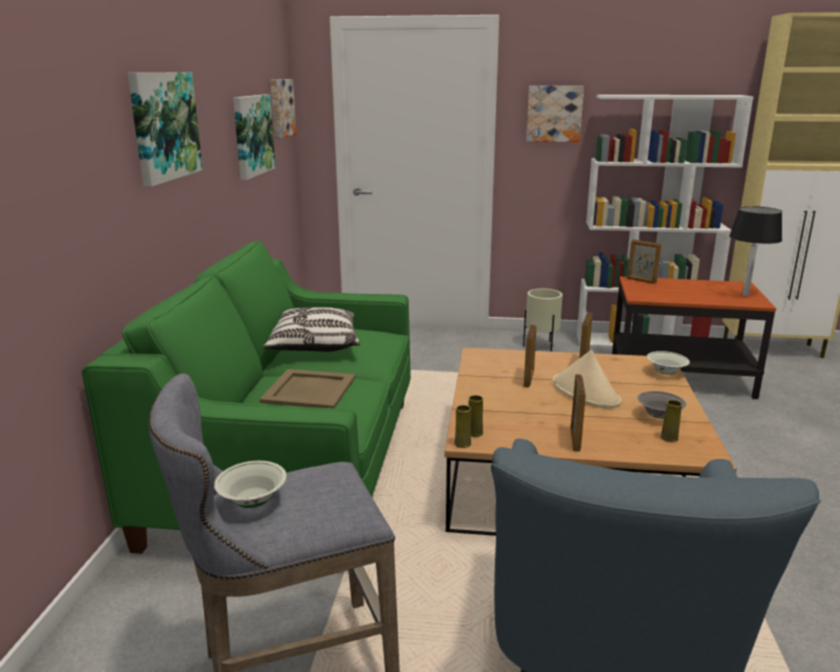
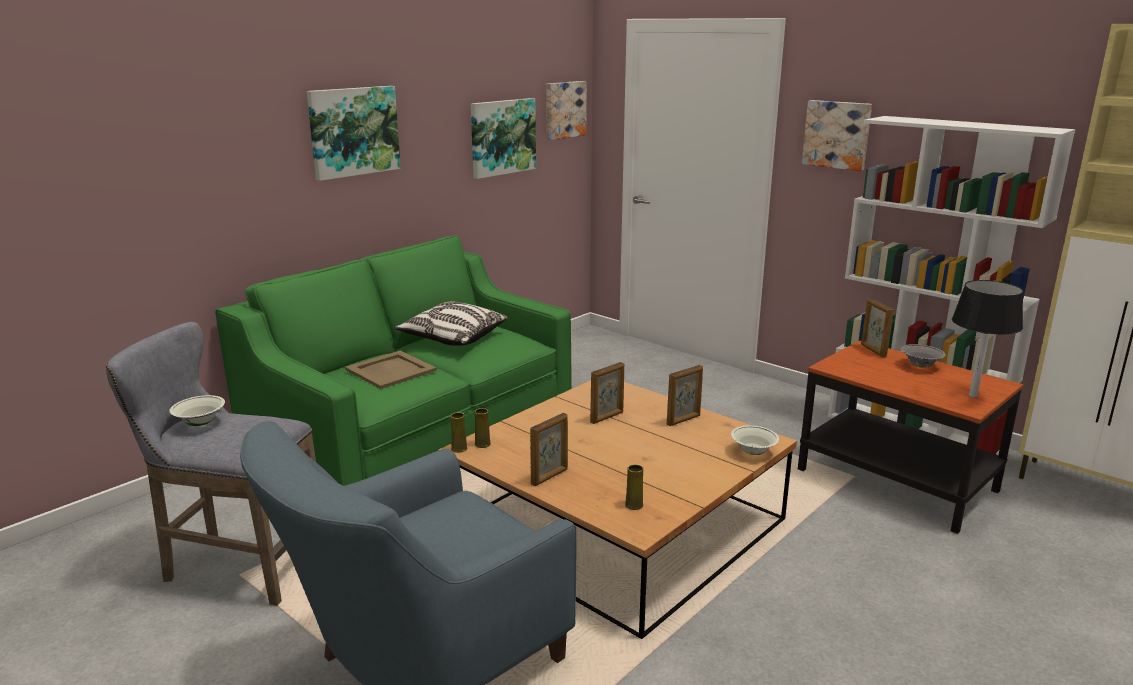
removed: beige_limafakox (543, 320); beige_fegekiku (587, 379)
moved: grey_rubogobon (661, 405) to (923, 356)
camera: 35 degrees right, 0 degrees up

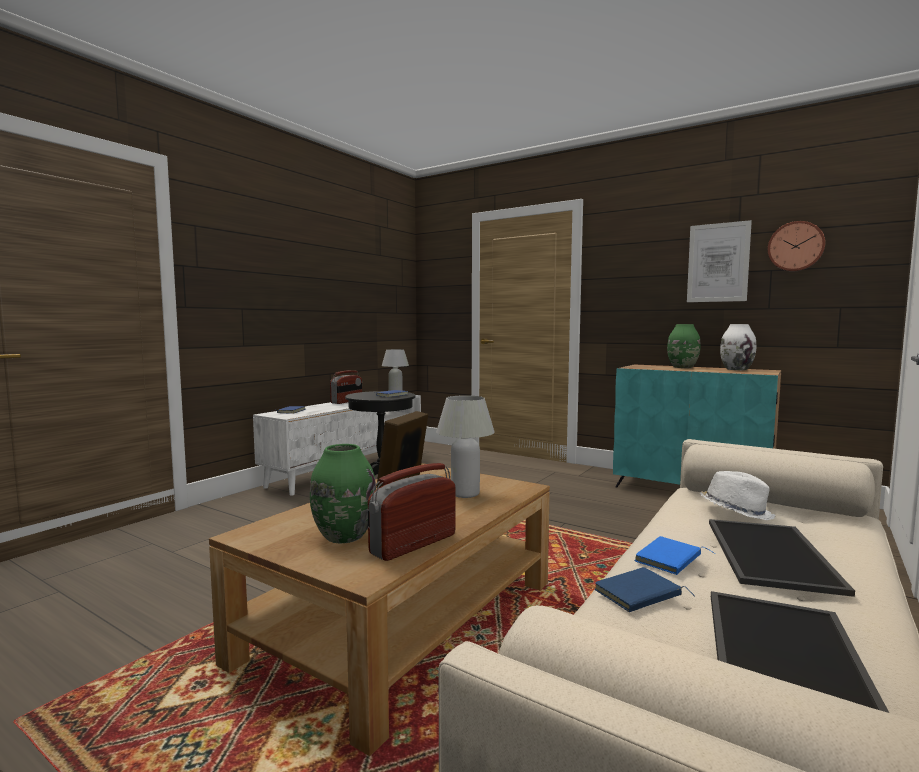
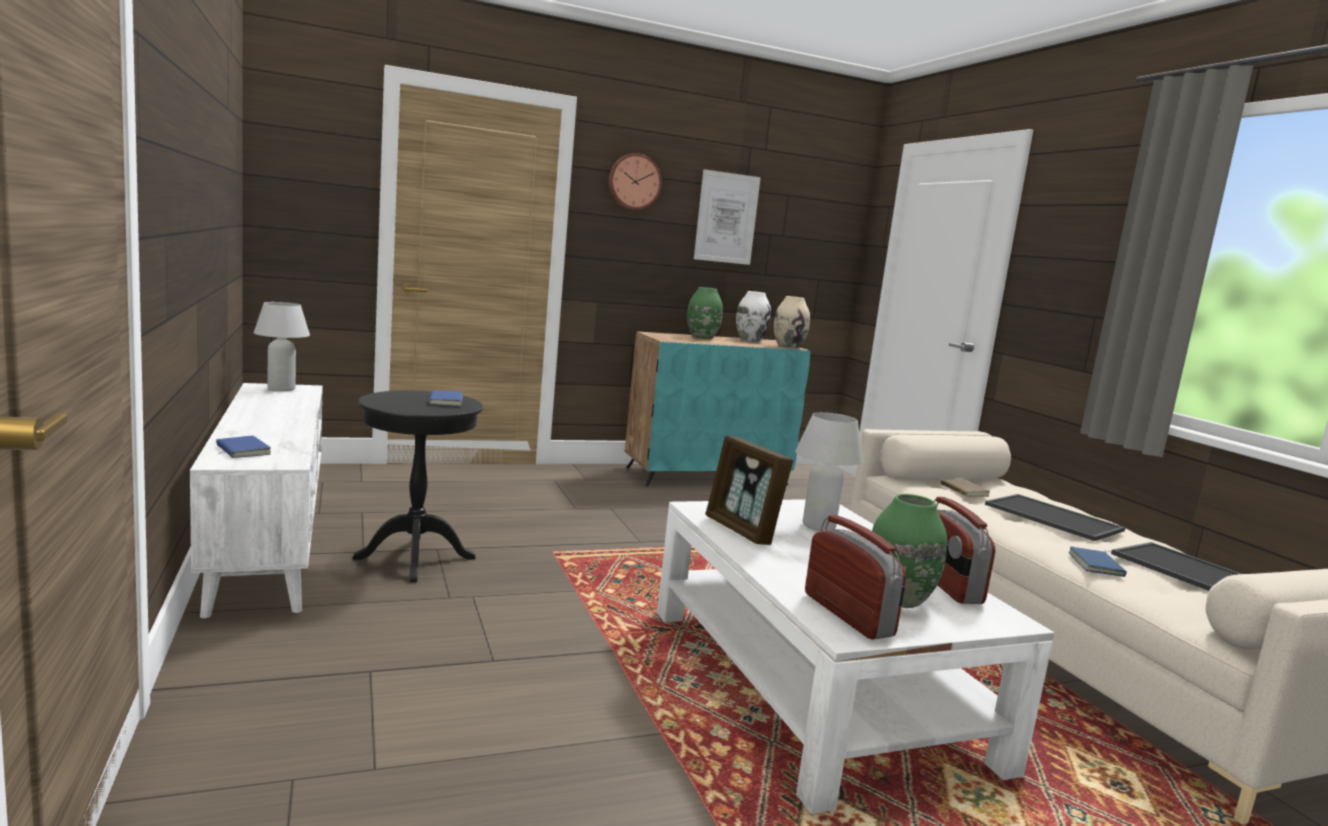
removed: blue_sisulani (674, 555)
added: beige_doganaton (792, 322)
moved: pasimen (796, 246) to (635, 181); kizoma (346, 387) to (855, 577)
replaced: white_fegekiku (738, 495) to brown_sisulani (965, 488)
recoloured: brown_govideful (379, 609) to white_govideful (856, 656)
camera: 55 degrees left, 5 degrees up

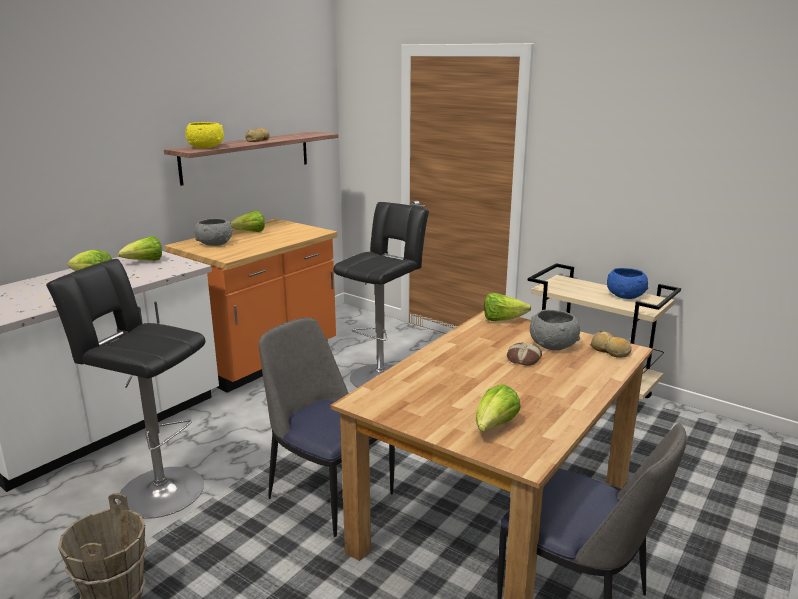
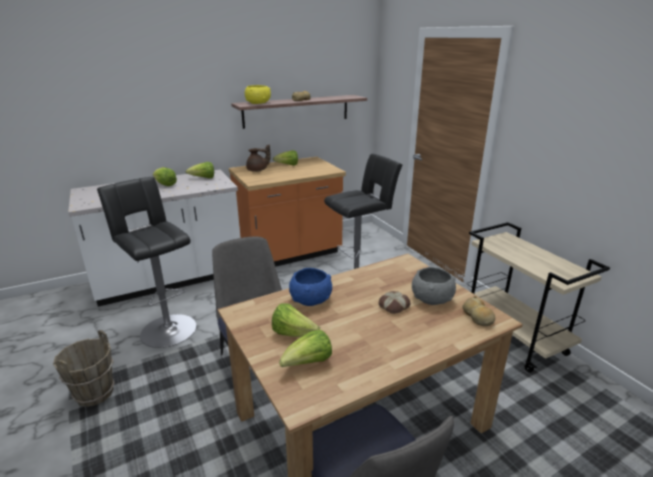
moved: blue_rubogobon (627, 283) to (310, 287); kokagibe (507, 307) to (296, 320)
replaced: grey_rubogobon (213, 232) to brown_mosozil (258, 158)
camera: 25 degrees right, 5 degrees up

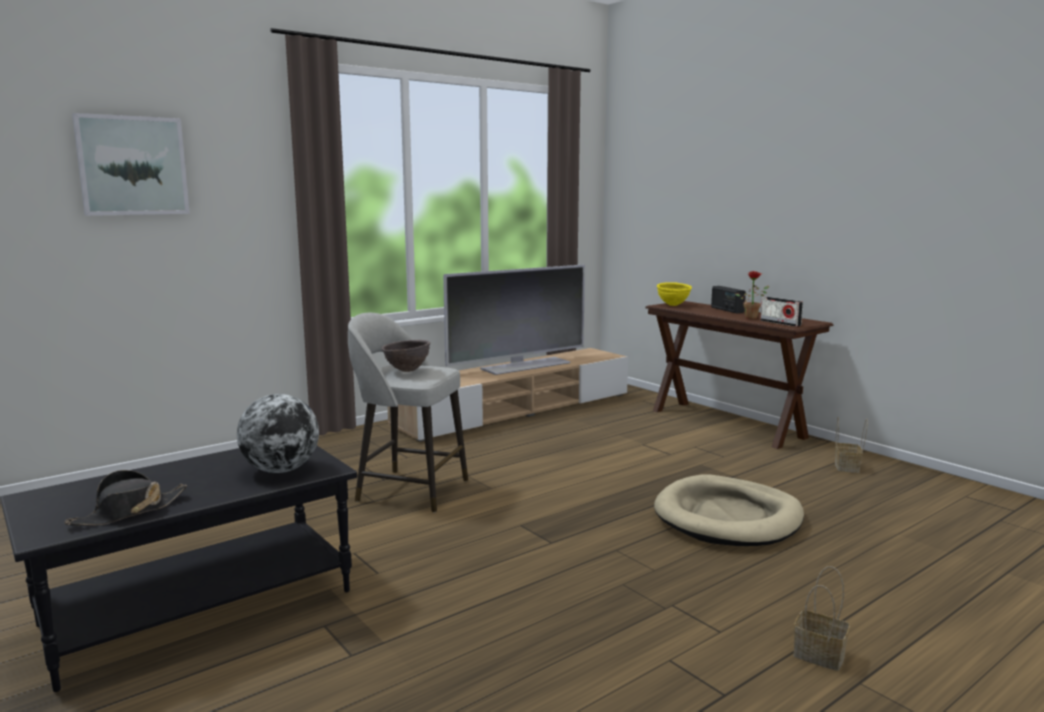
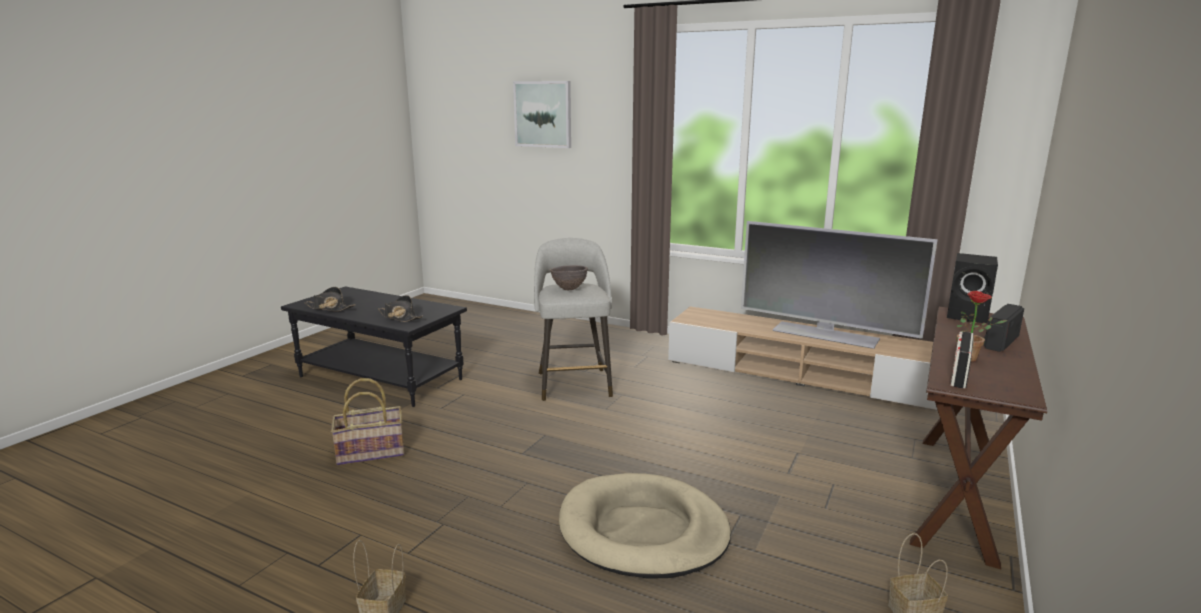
added: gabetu (367, 421)
replaced: yellow_rubogobon (674, 294) to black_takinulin (972, 288); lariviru (278, 433) to black_fegekiku (400, 308)
camera: 65 degrees right, 5 degrees up

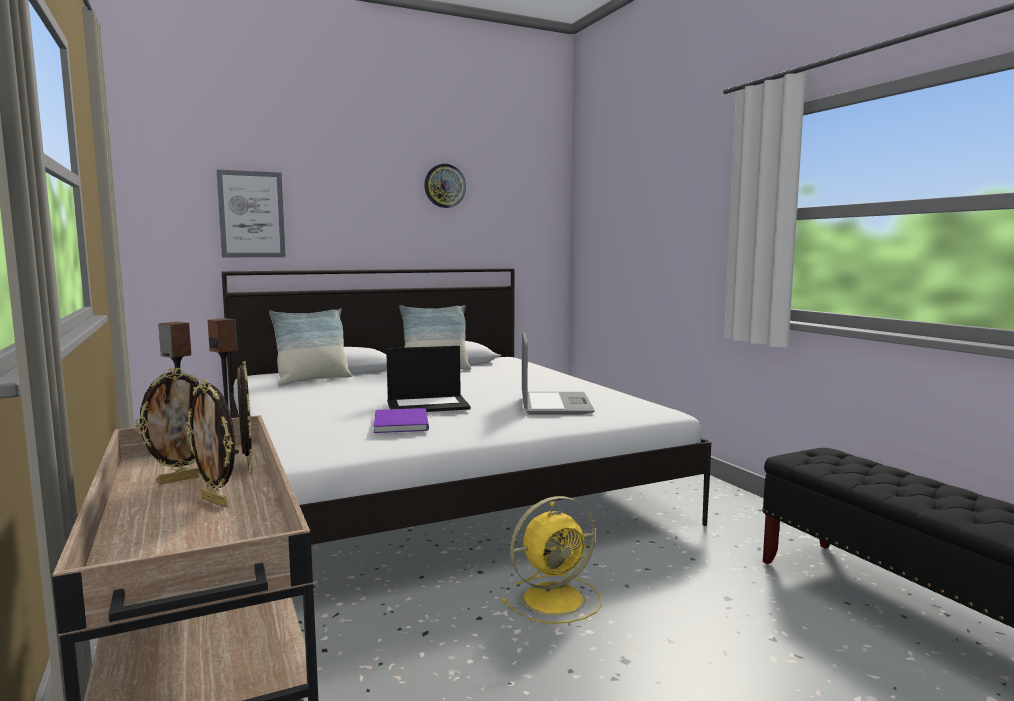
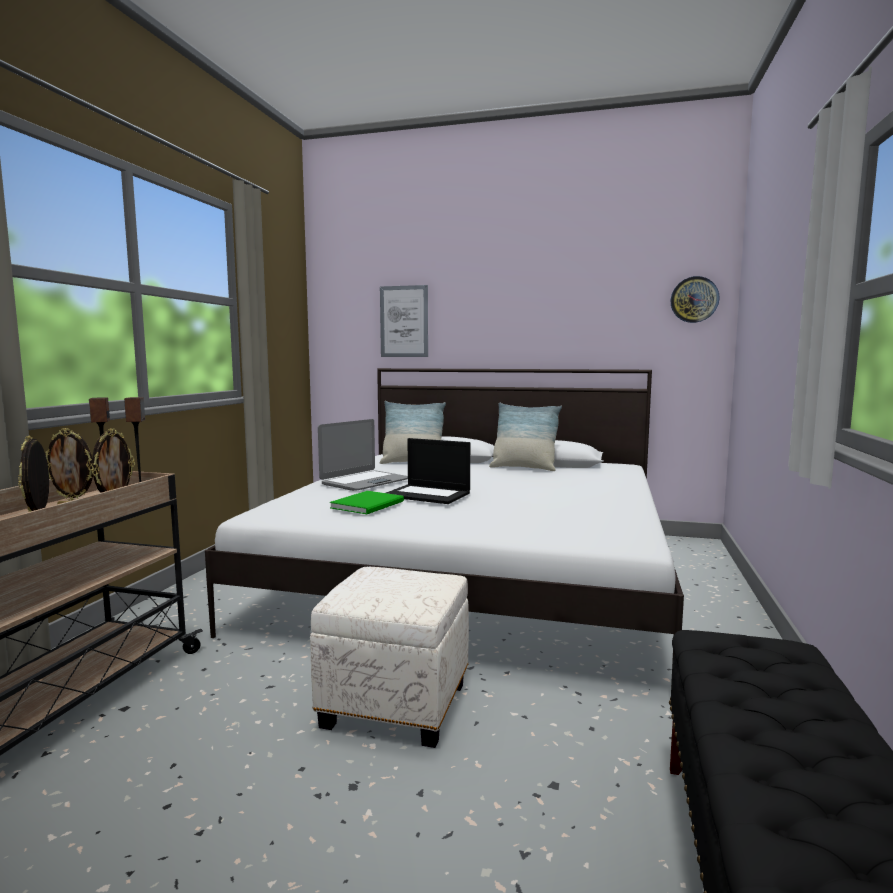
moved: pasimen (445, 186) to (695, 299); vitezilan (558, 373) to (363, 455)
replaced: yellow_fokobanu (552, 560) to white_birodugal (389, 657)
recoloured: purple_sisulani (401, 420) to green_sisulani (367, 502)
camera: 40 degrees right, 0 degrees up

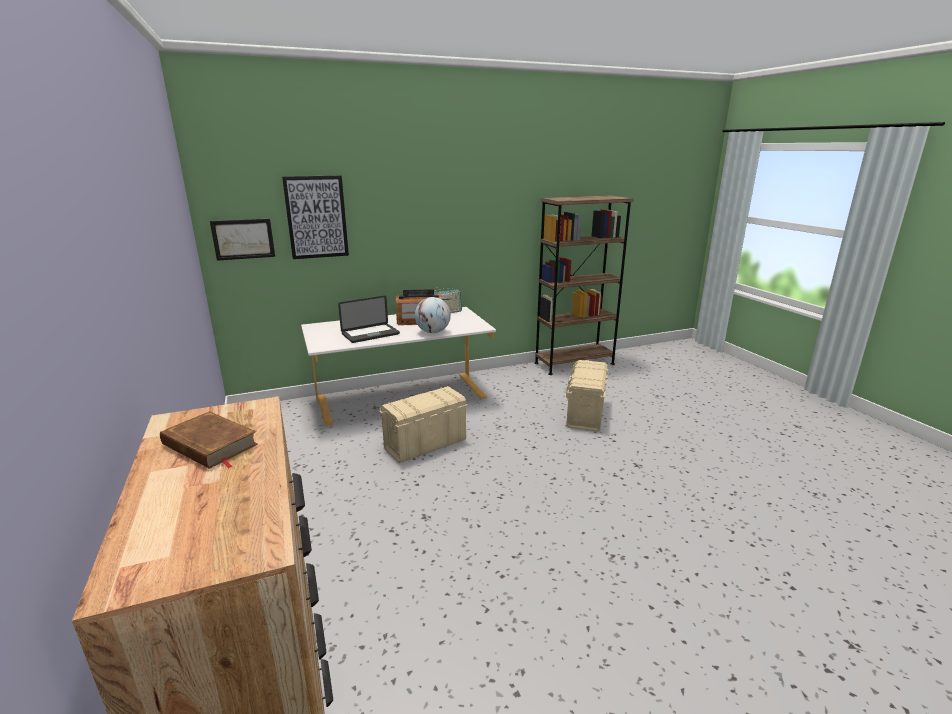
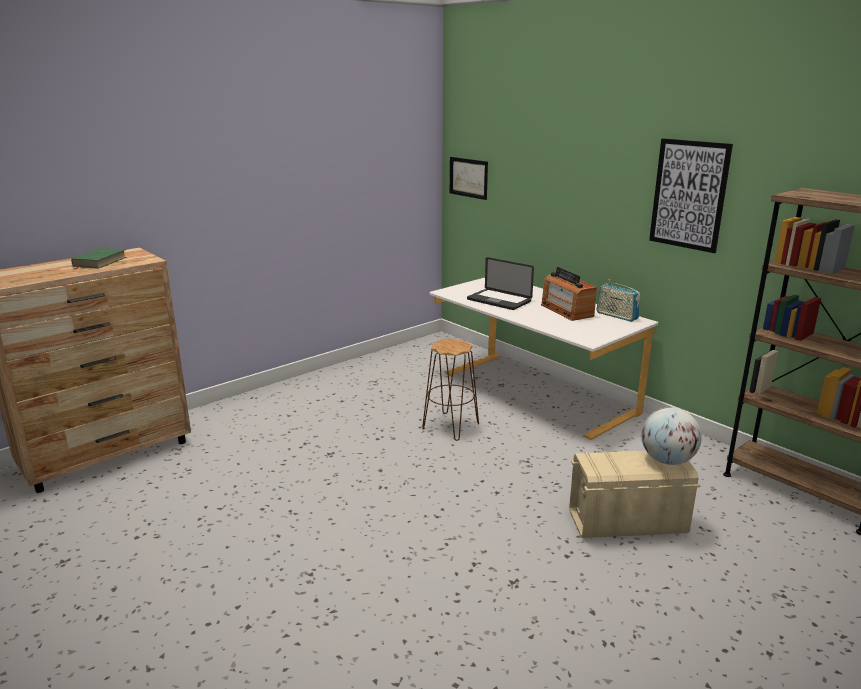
moved: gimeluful (315, 217) to (691, 195); lariviru (433, 315) to (671, 436)
replaced: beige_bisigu (423, 424) to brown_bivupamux (450, 390)
recoloured: brown_sisulani (209, 440) to green_sisulani (99, 258)
camera: 70 degrees right, 0 degrees up

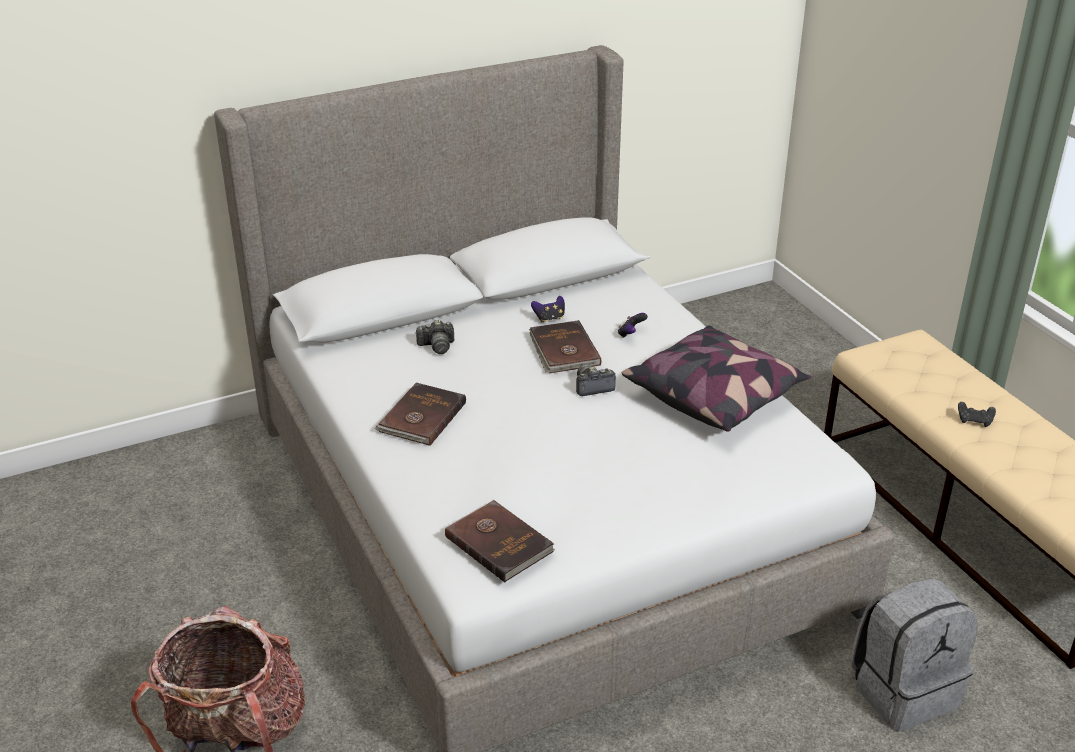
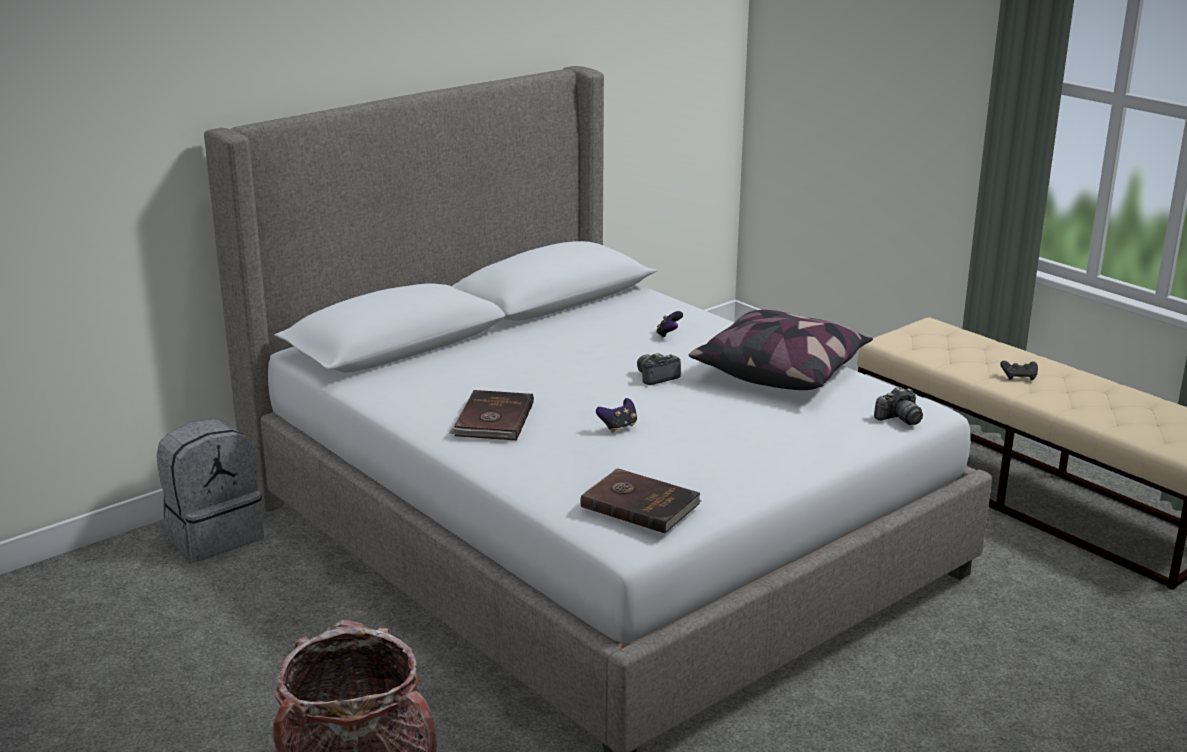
removed: brown_sisulani (565, 346)
moved: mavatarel (548, 309) to (616, 415); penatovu (434, 337) to (898, 406); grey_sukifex (914, 655) to (210, 490)
camera: 15 degrees left, 10 degrees down

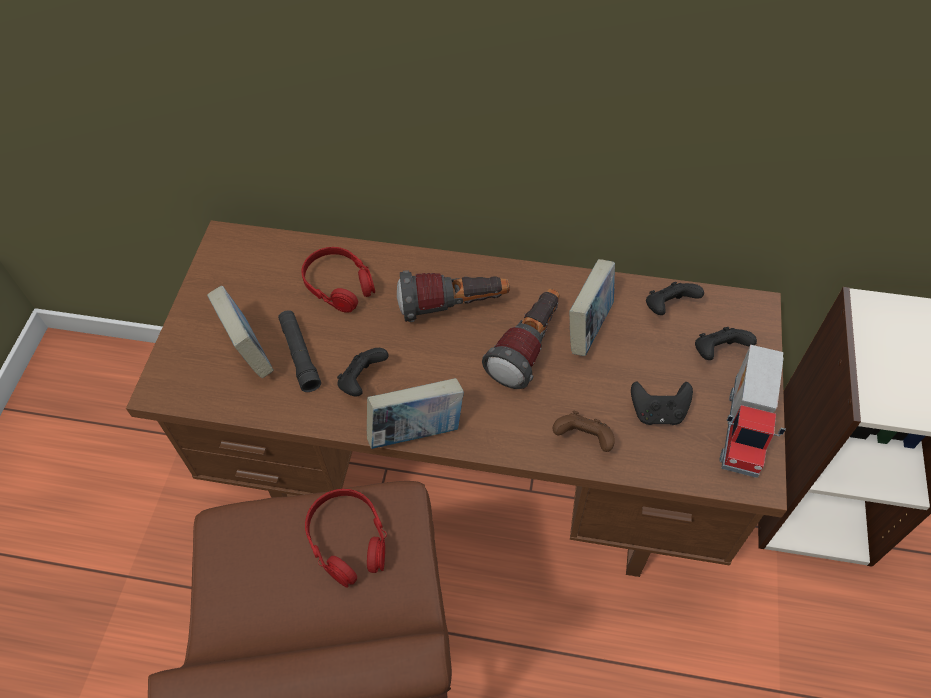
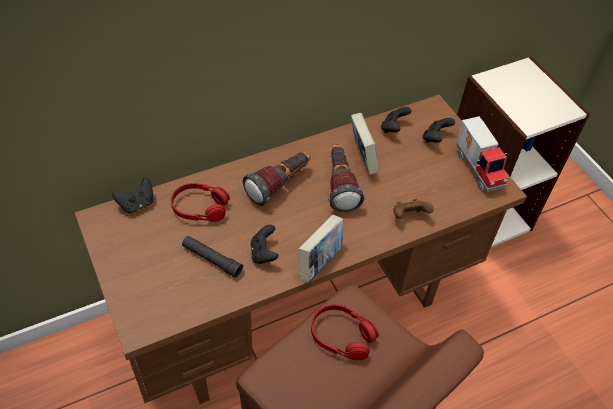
removed: sisulani (240, 332)
moved: black_mavatarel (662, 403) to (132, 195)
camera: 40 degrees left, 5 degrees down

